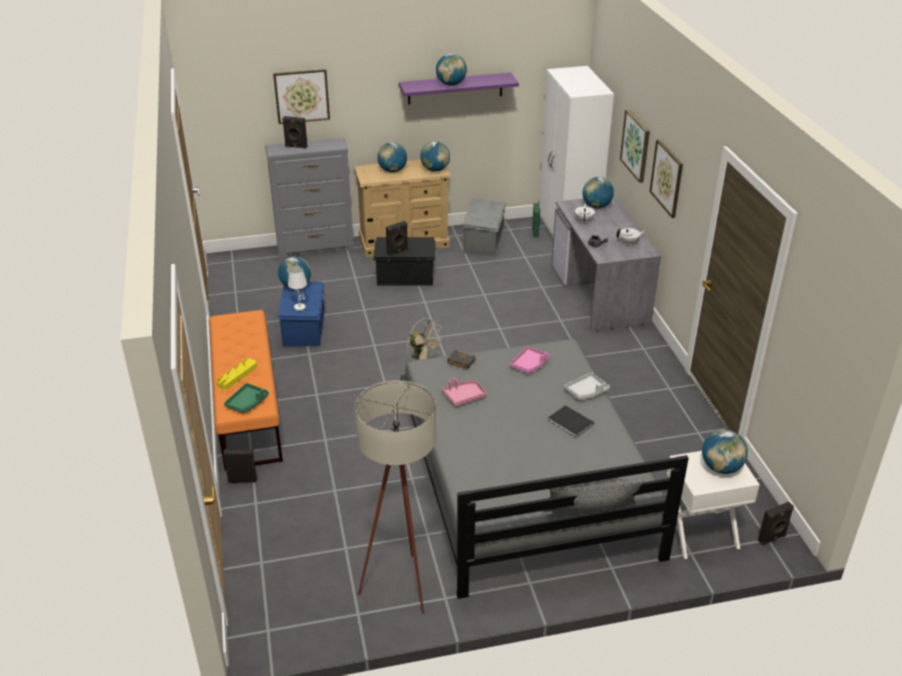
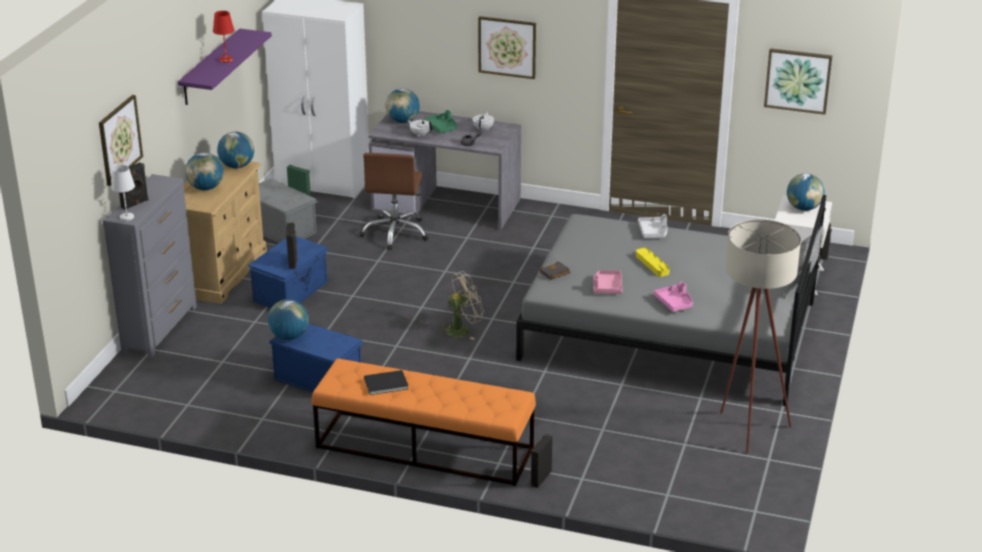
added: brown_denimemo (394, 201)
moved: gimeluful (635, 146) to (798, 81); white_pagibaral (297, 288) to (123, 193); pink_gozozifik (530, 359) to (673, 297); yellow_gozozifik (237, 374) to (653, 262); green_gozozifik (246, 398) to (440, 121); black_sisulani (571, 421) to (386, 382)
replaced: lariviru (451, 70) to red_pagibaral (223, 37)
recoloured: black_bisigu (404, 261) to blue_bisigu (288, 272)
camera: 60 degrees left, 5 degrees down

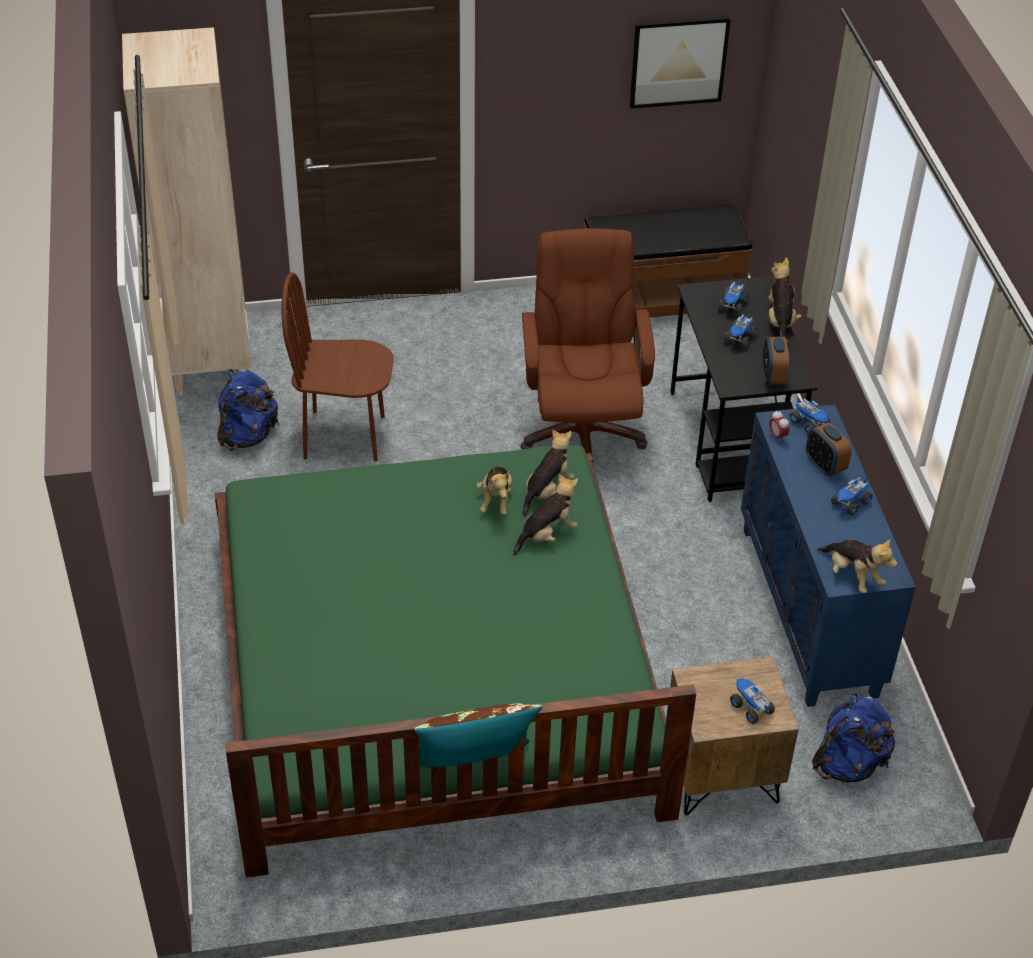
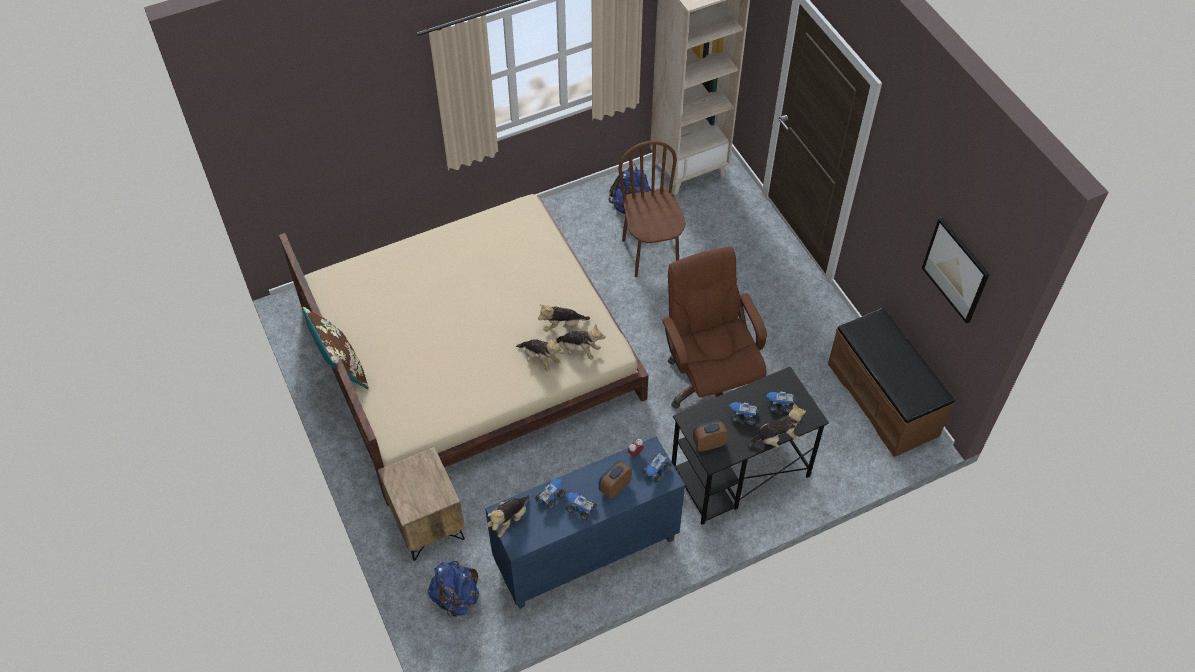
moved: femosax (752, 701) to (550, 494)
recoloured: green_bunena (455, 661) to beige_bunena (464, 350)
turned: brown_denimemo (587, 341) = (714, 328) 90 degrees counterclockwise
camera: 75 degrees right, 10 degrees up

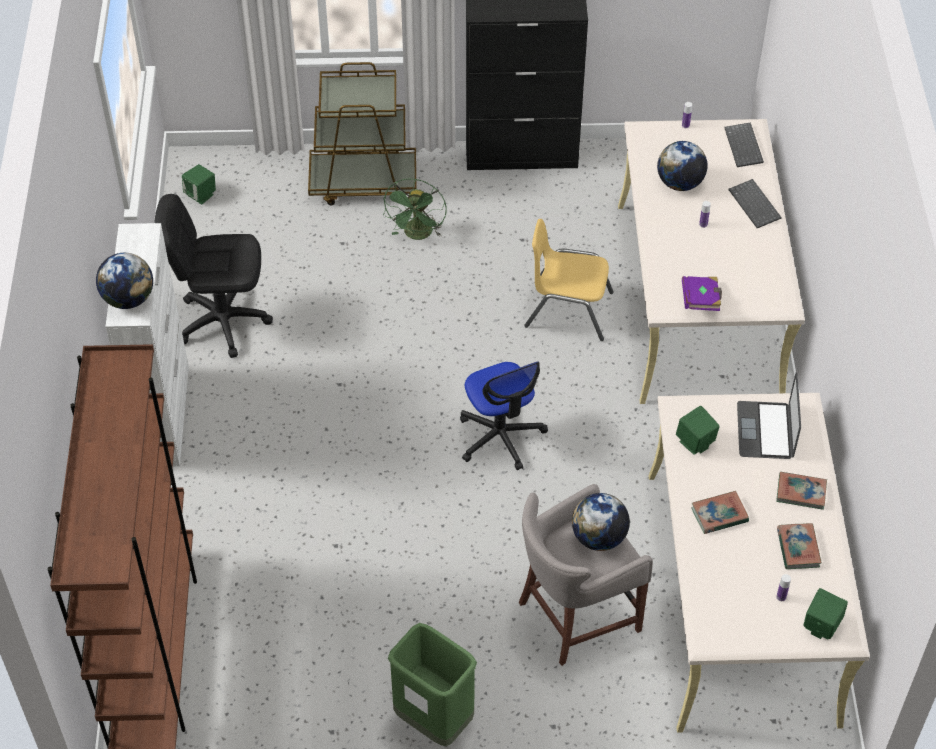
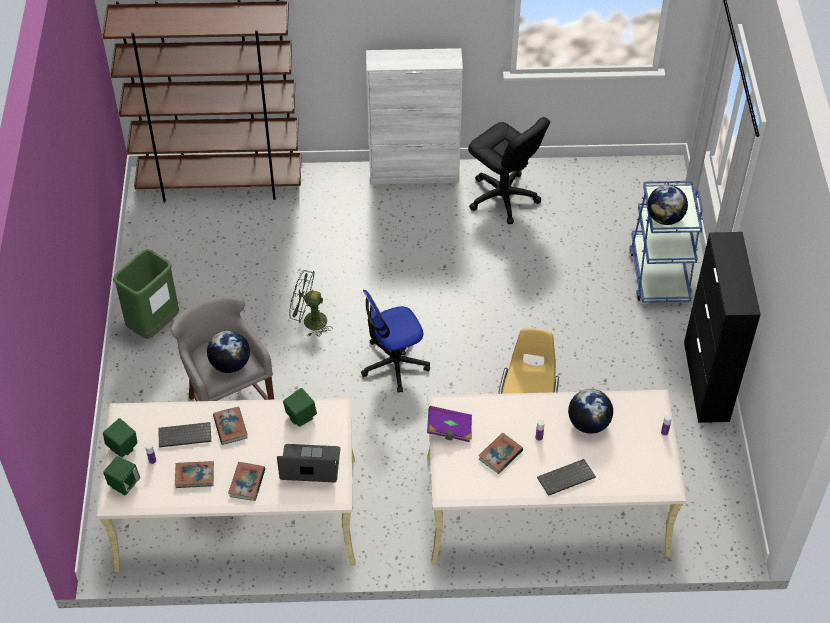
added: sisulani (500, 453)
moved: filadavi (744, 144) to (184, 435); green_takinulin (199, 184) to (120, 438); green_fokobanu (415, 209) to (310, 303); lariviru (124, 281) to (667, 205)
recoloured: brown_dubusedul (362, 133) to blue_dubusedul (666, 242)
turned: black_denimemo (213, 276) = (509, 170) 135 degrees clockwise
camera: 90 degrees right, 0 degrees up

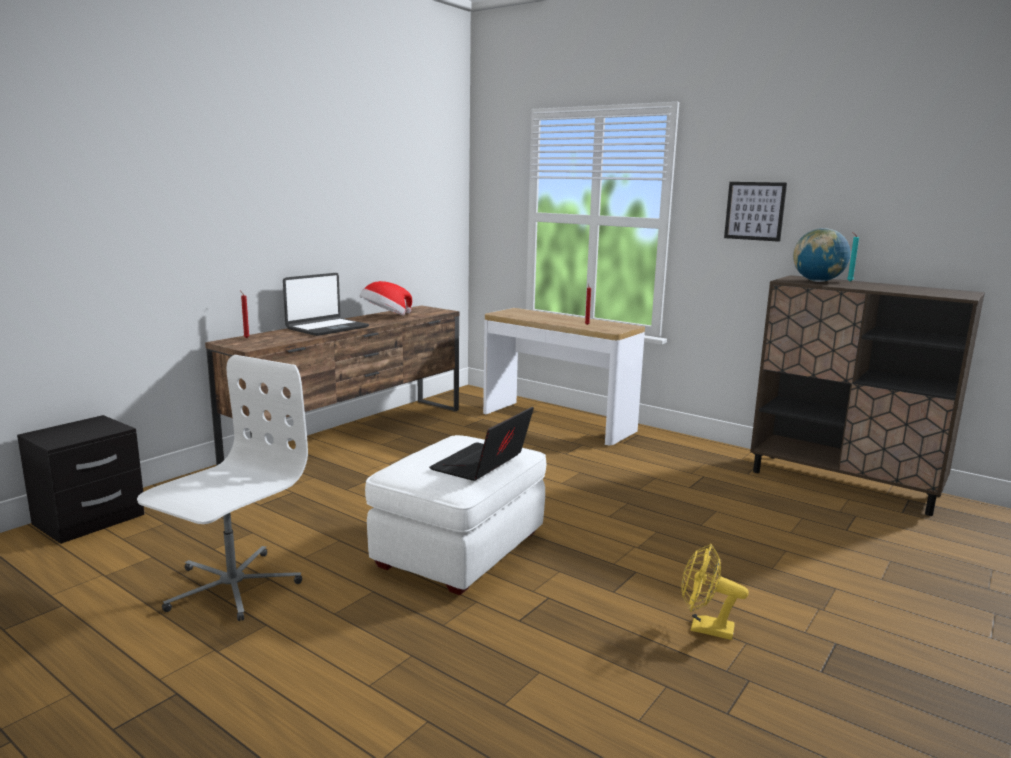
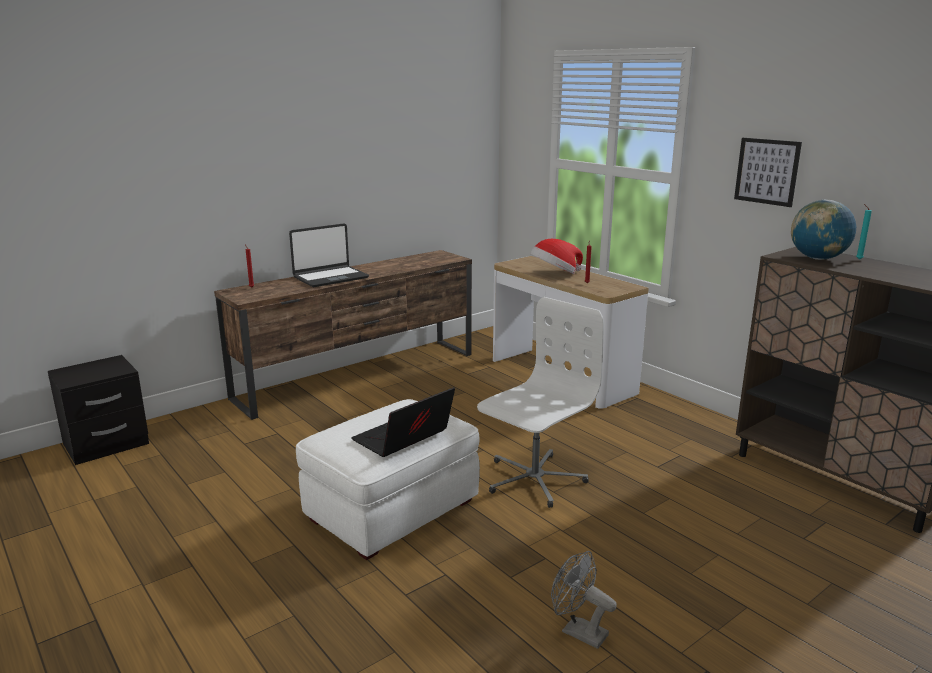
moved: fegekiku (386, 298) to (556, 256); white_denimemo (222, 488) to (540, 402)
recoloured: yellow_fokobanu (715, 592) to grey_fokobanu (584, 600)
camera: 15 degrees right, 5 degrees up

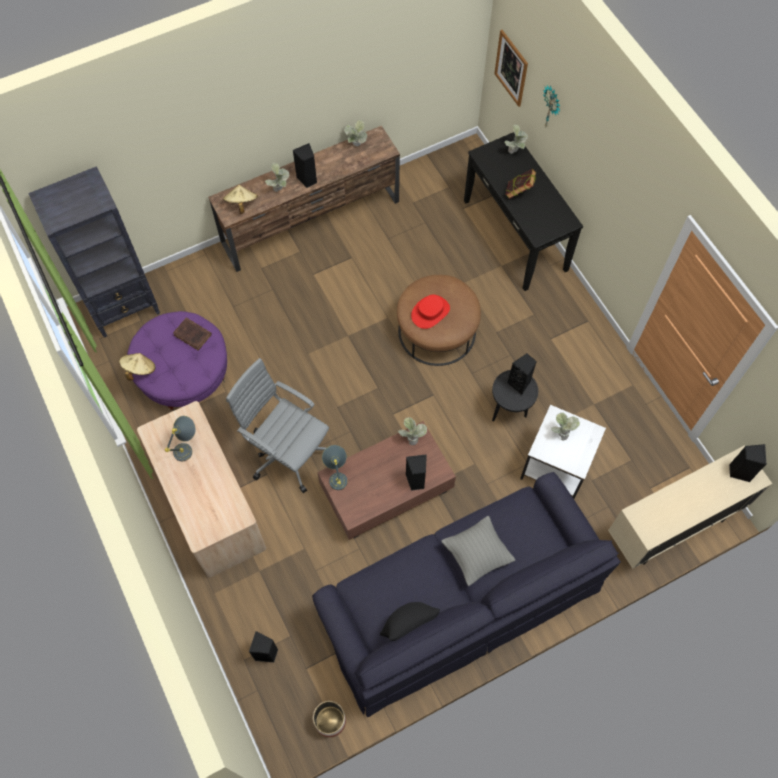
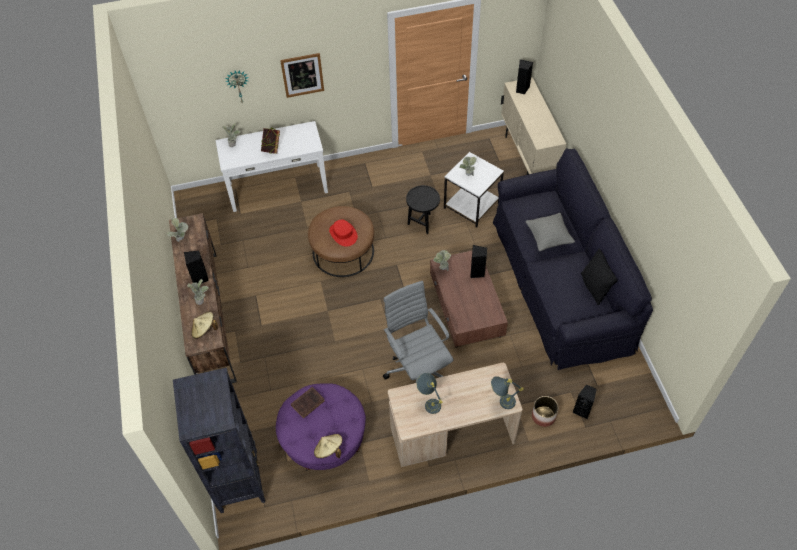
removed: black_takinulin (522, 374)
moved: gimeluful (511, 68) to (302, 75); grey_pagibaral (335, 467) to (507, 392); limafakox (329, 719) to (545, 411)
recoloured: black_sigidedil (523, 211) to white_sigidedil (271, 166)
turned: grey_denimemo (277, 425) = (418, 331) 105 degrees clockwise
camera: 75 degrees left, 10 degrees down

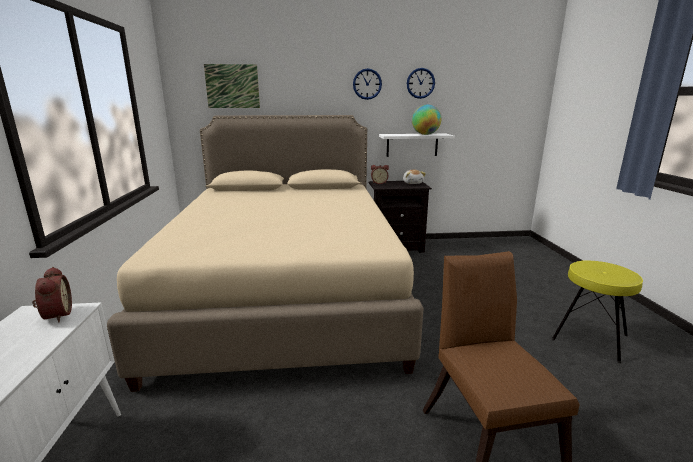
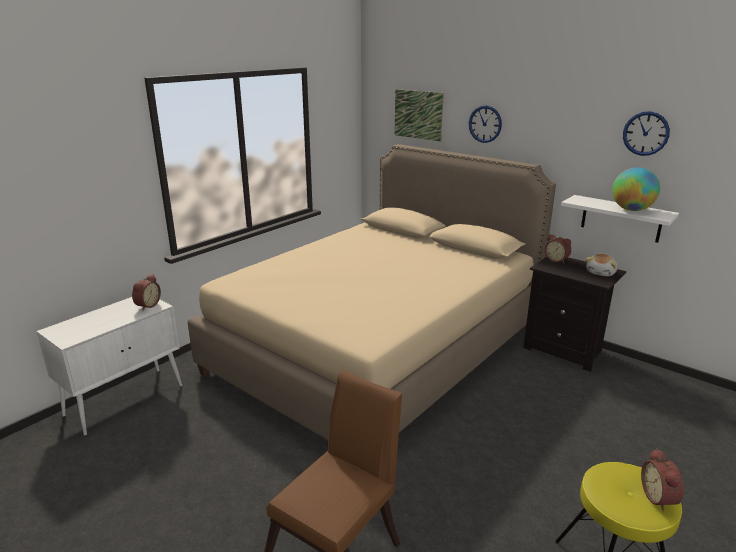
added: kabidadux (662, 479)
moved: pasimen (367, 84) to (485, 124)
camera: 45 degrees right, 5 degrees up

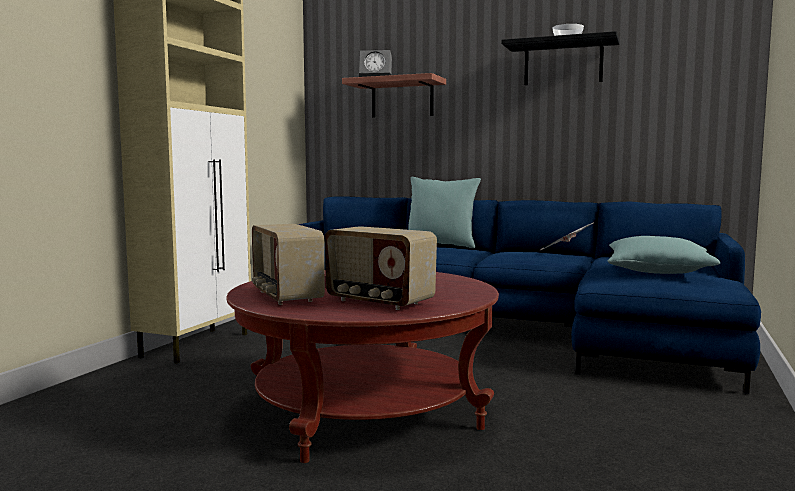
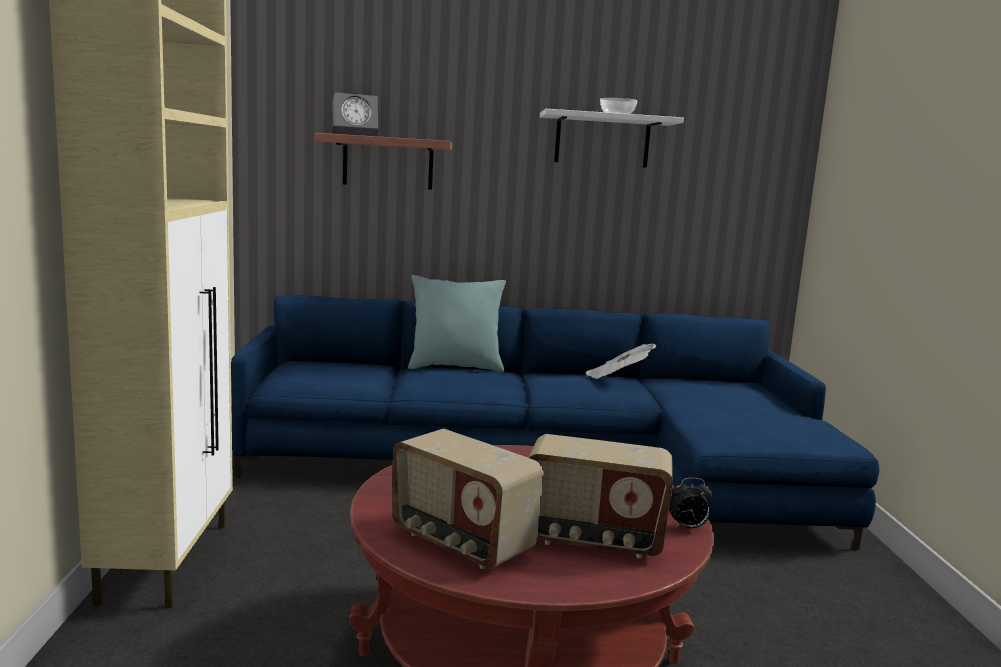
removed: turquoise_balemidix (664, 255)
added: kabidadux (691, 503)
recoloured: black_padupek (560, 58) to white_padupek (612, 138)
camera: 25 degrees left, 5 degrees up

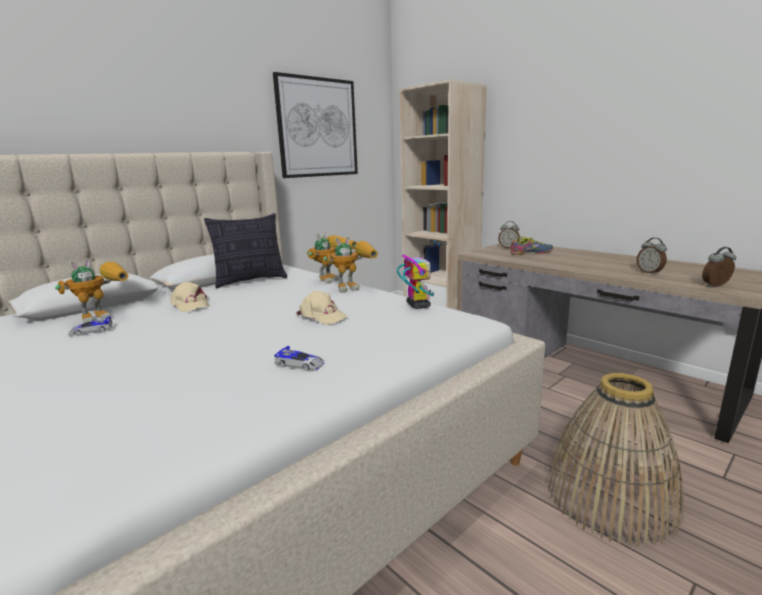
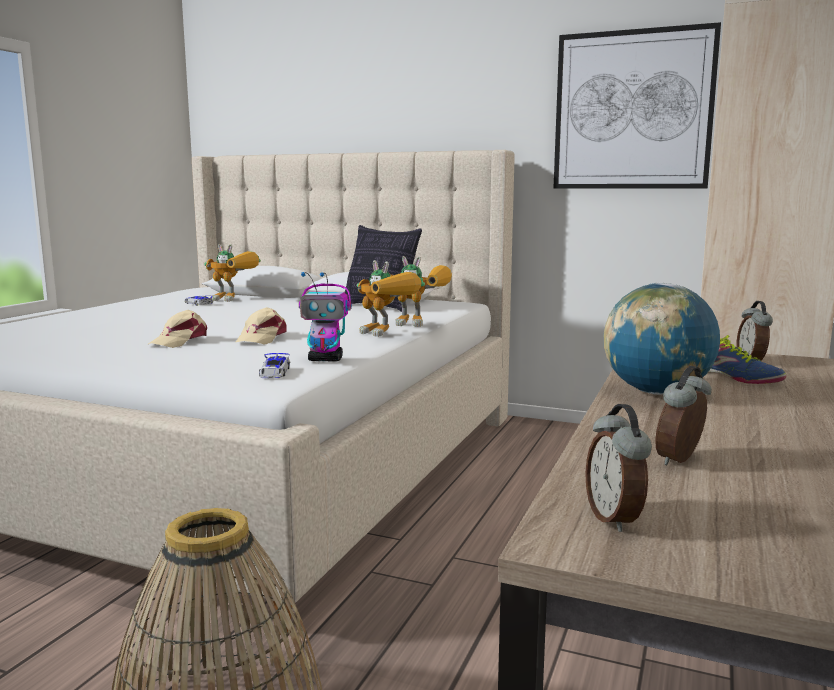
added: lariviru (662, 339)
moved: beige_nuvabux (190, 297) to (177, 329); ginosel (299, 358) to (274, 365)
turned: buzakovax (419, 275) = (325, 317) 45 degrees clockwise; kabidadux (719, 266) = (618, 468) 150 degrees counterclockwise
camera: 65 degrees right, 5 degrees down

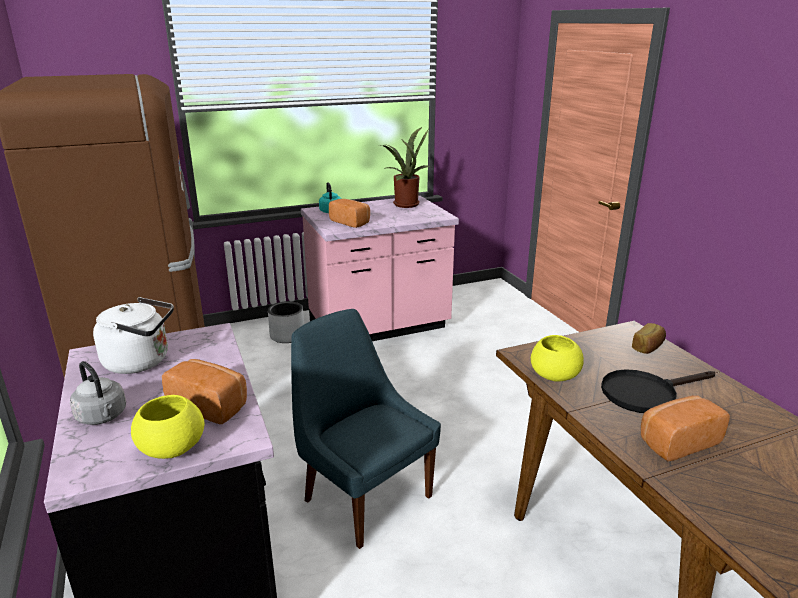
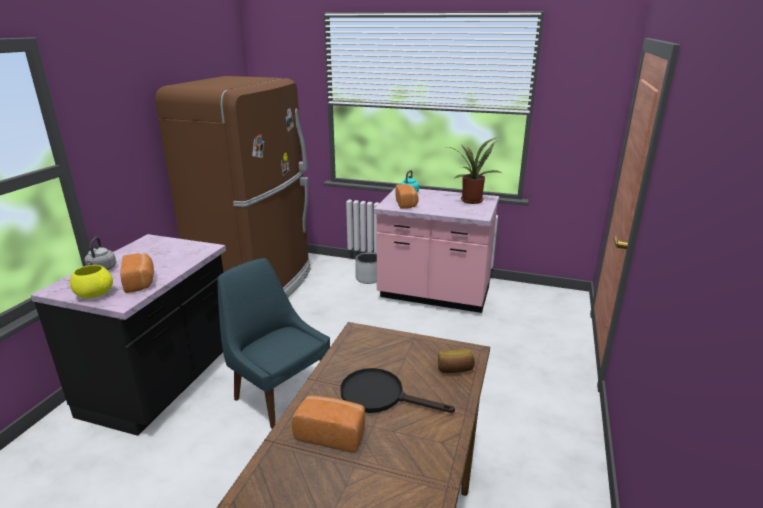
removed: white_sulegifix (133, 335); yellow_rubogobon (557, 358)
turned: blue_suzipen (366, 429) = (273, 343) 45 degrees counterclockwise
camera: 40 degrees right, 0 degrees up

